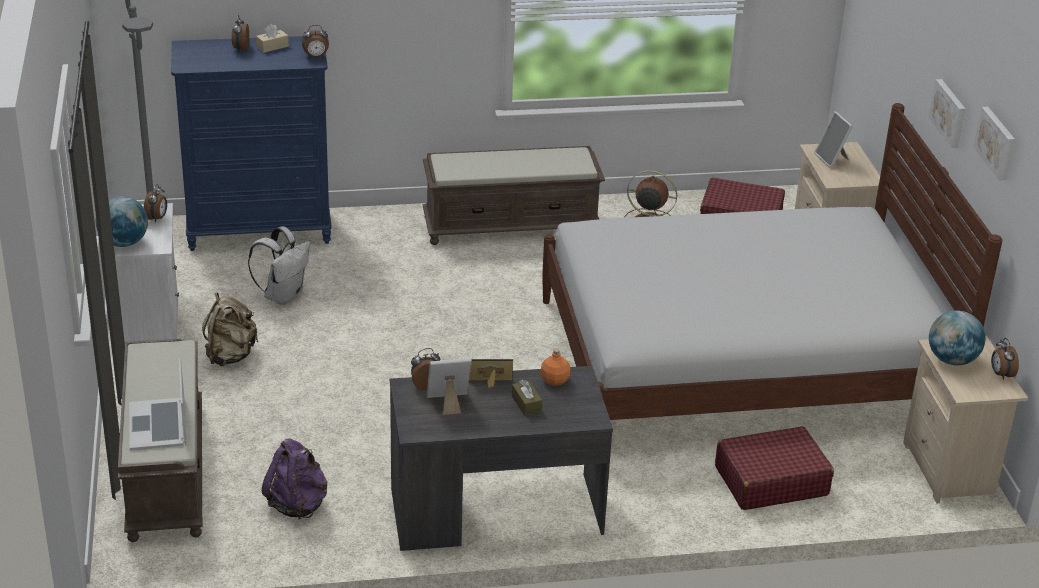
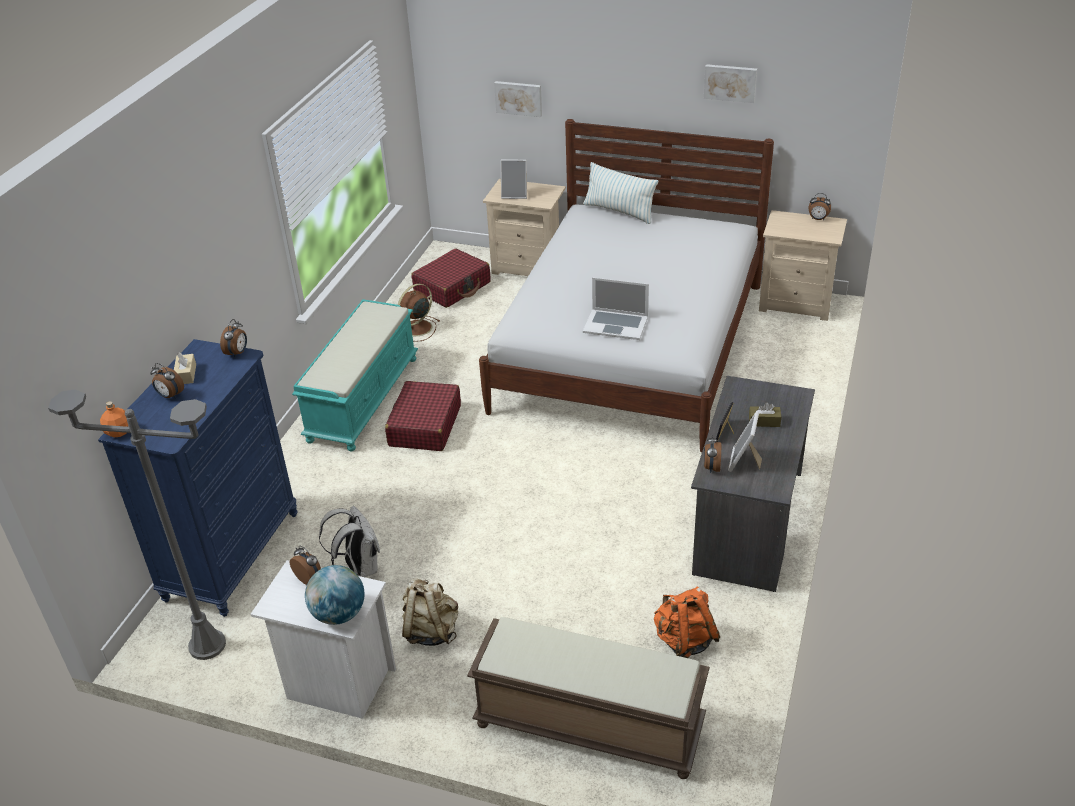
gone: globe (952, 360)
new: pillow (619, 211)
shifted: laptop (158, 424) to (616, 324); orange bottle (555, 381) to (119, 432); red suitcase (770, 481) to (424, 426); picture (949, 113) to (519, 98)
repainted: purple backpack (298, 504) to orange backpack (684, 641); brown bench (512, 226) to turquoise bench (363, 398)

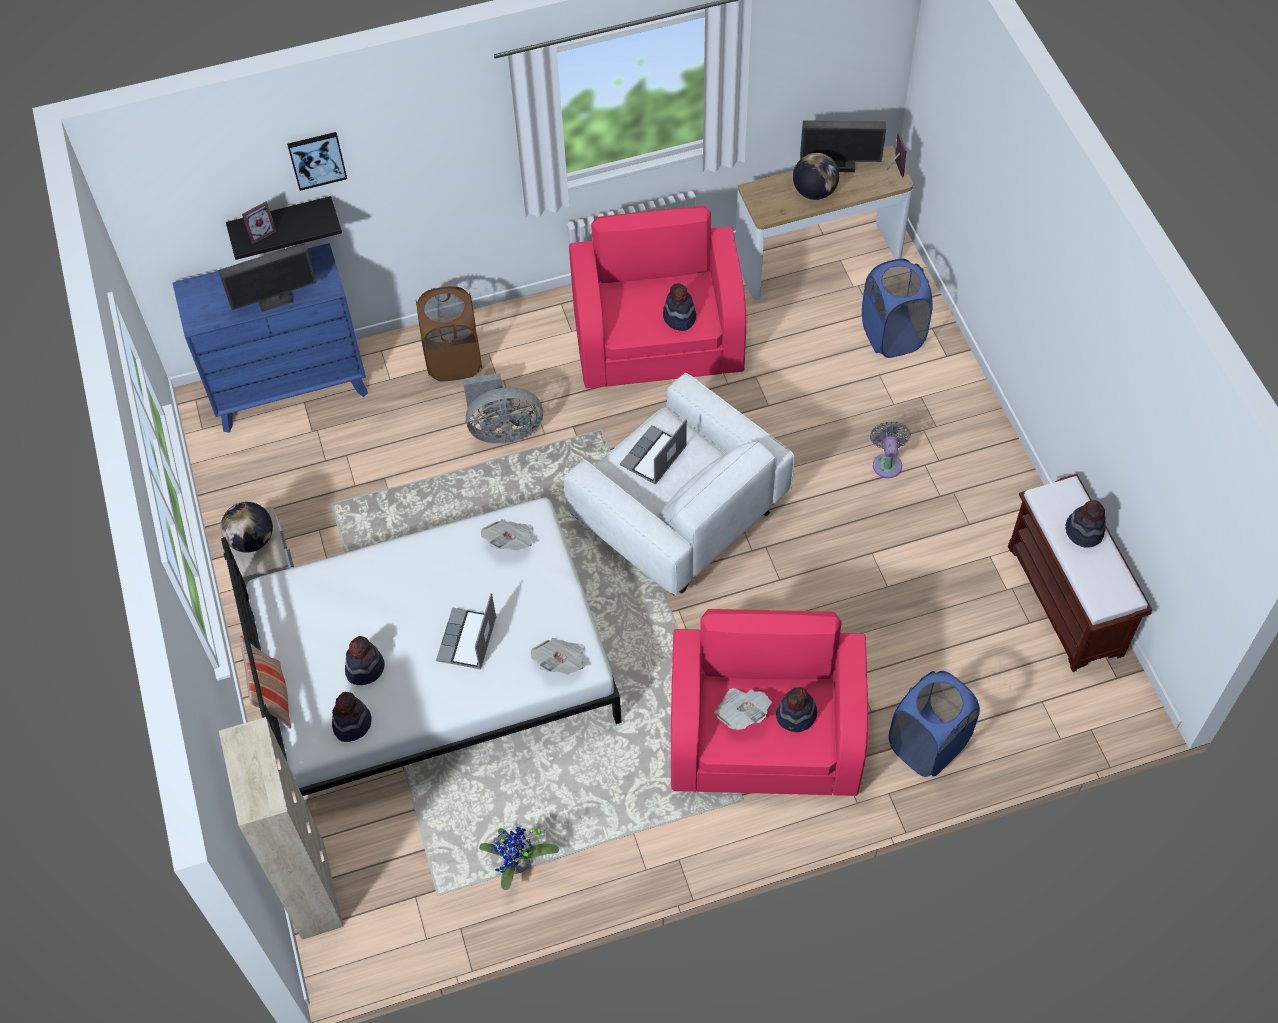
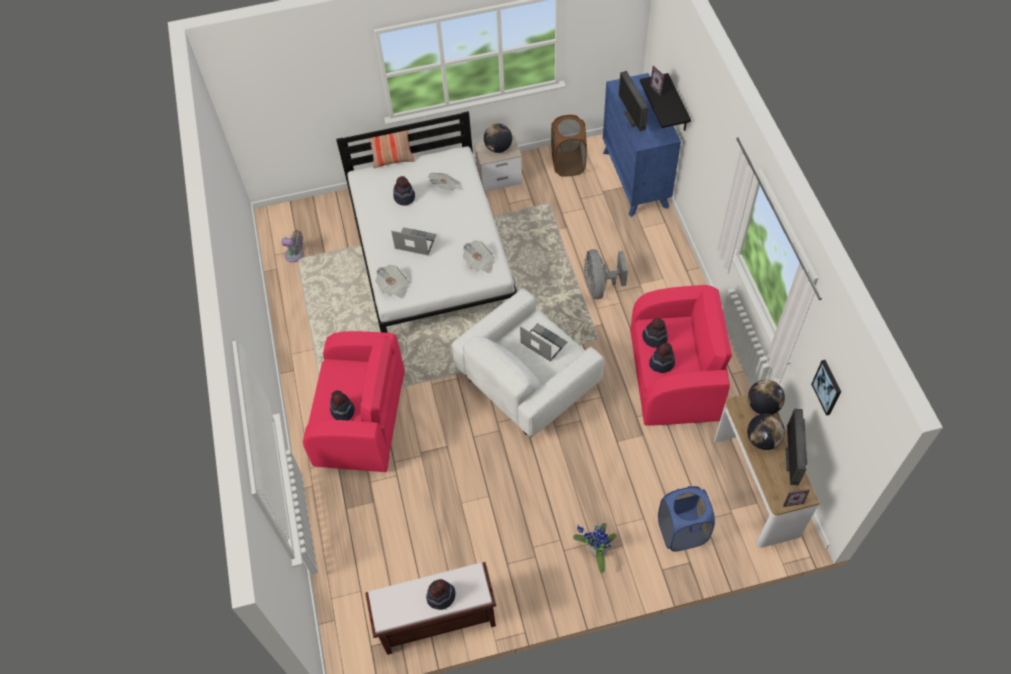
gone: beige cabinet (313, 890); blue laundry basket (927, 745)
new: globe (763, 405)
shifted: picture (317, 159) to (827, 387); hat (351, 724) to (654, 338); brown laundry basket (454, 360) to (568, 164); potted plant (517, 866) to (596, 550); newspaper (742, 713) to (445, 186); grey fan (887, 462) to (295, 255)

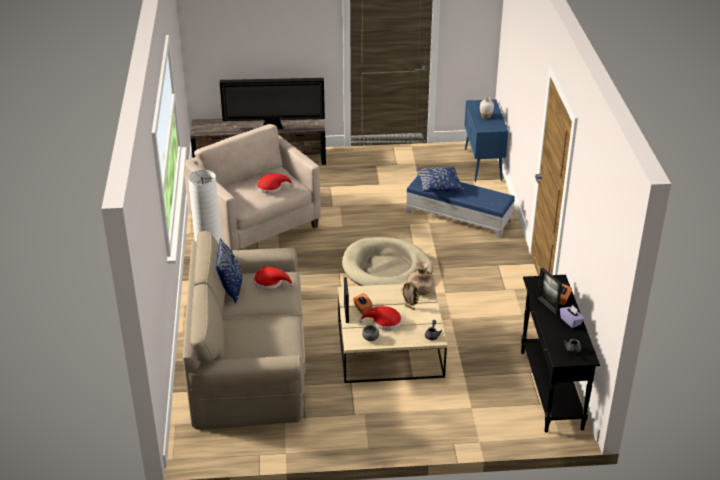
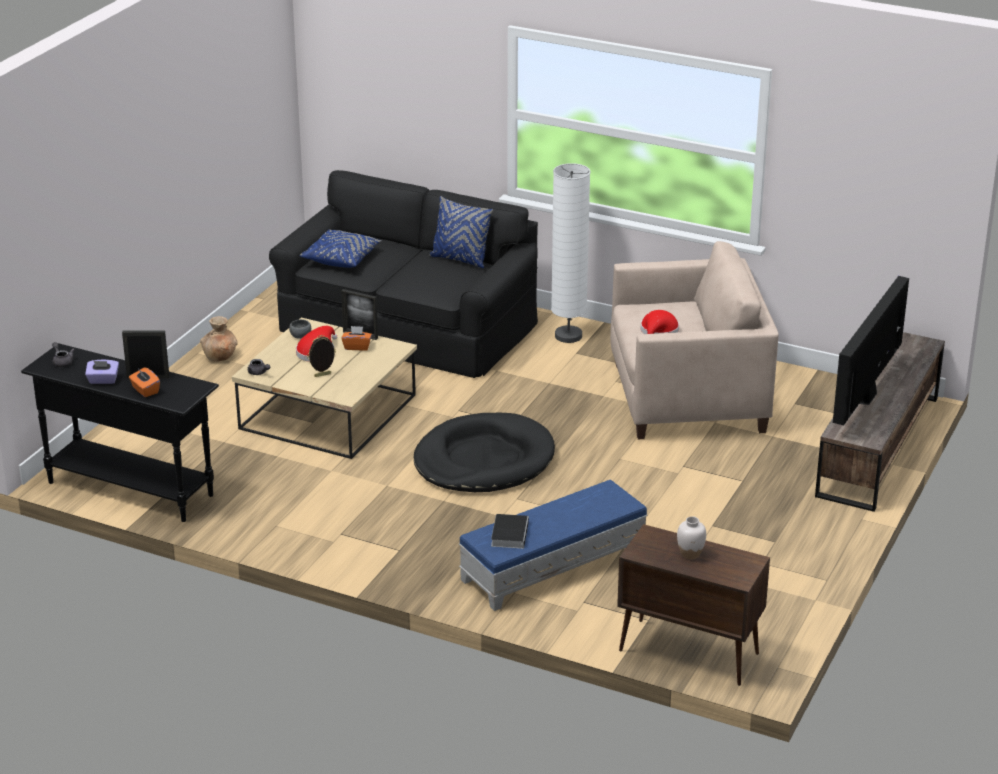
gone: red hat (270, 282)
new: book (509, 533)
shifted: brown vase (421, 290) to (220, 357); blue pillow (439, 186) to (341, 258)
repainted: beige sofa (249, 360) to black sofa (408, 326); beige dog bed (387, 269) to black dog bed (484, 460); blue cabinet (483, 165) to brown cabinet (687, 652)

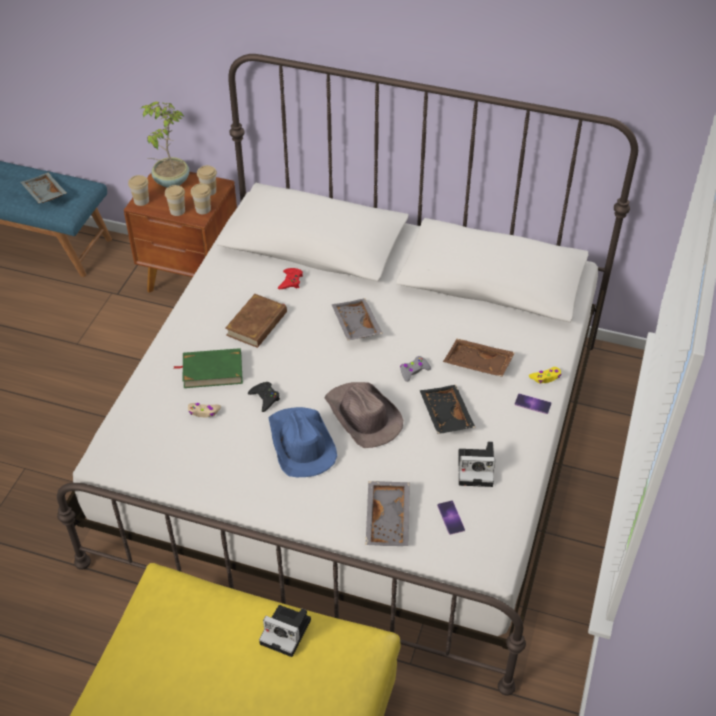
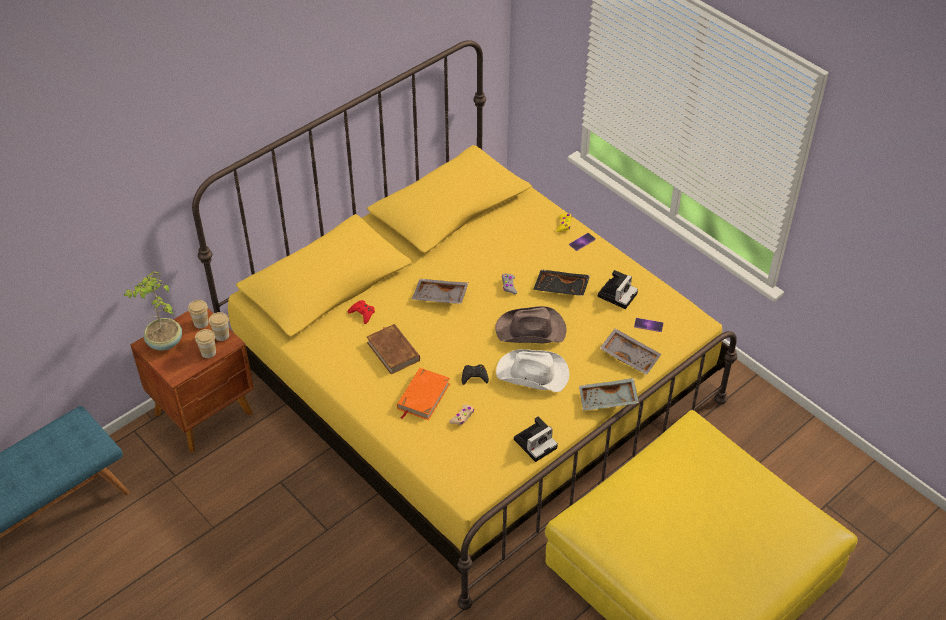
gone: cup (141, 201); brown tray (477, 364)
shifted: grey tray (44, 194) to (608, 400); photo camera (287, 632) to (536, 442)
repainted: white bed (357, 446) to yellow bed (472, 386); green book (212, 371) to orange book (423, 396); blue hat (301, 444) to white hat (533, 374)

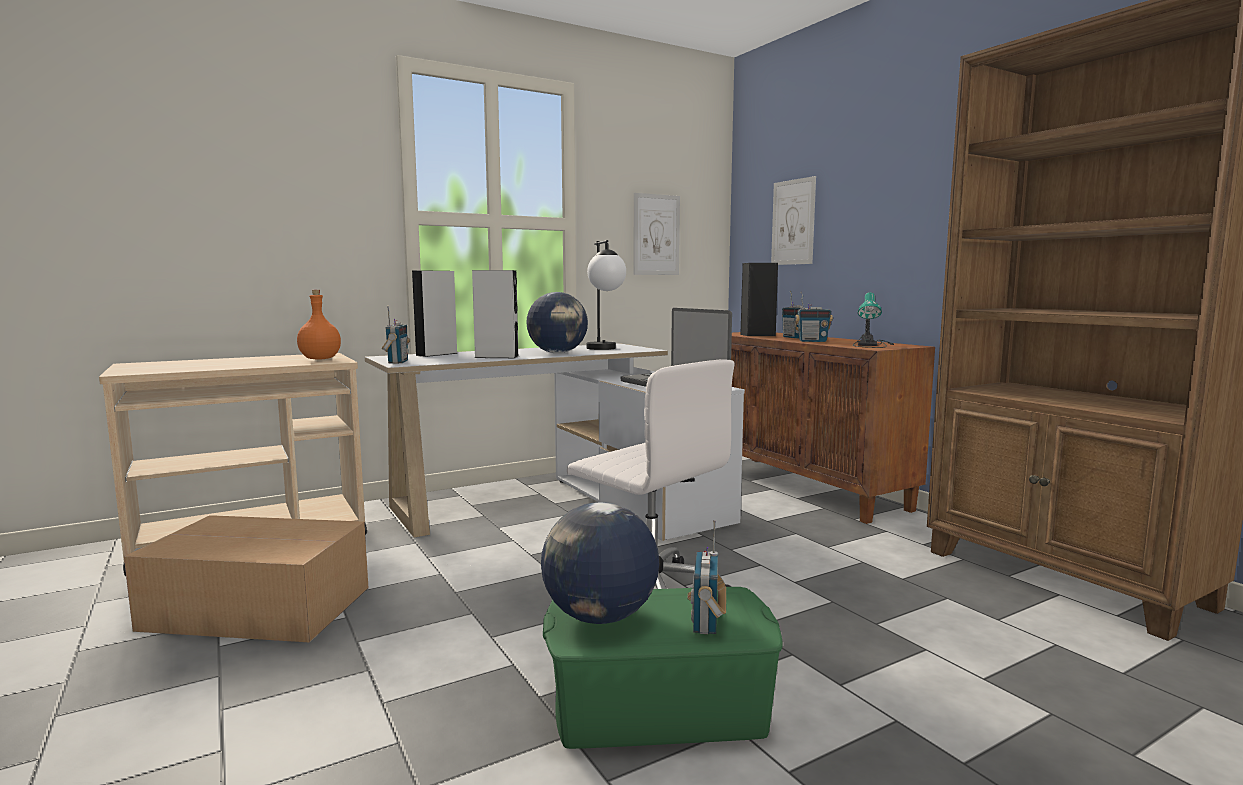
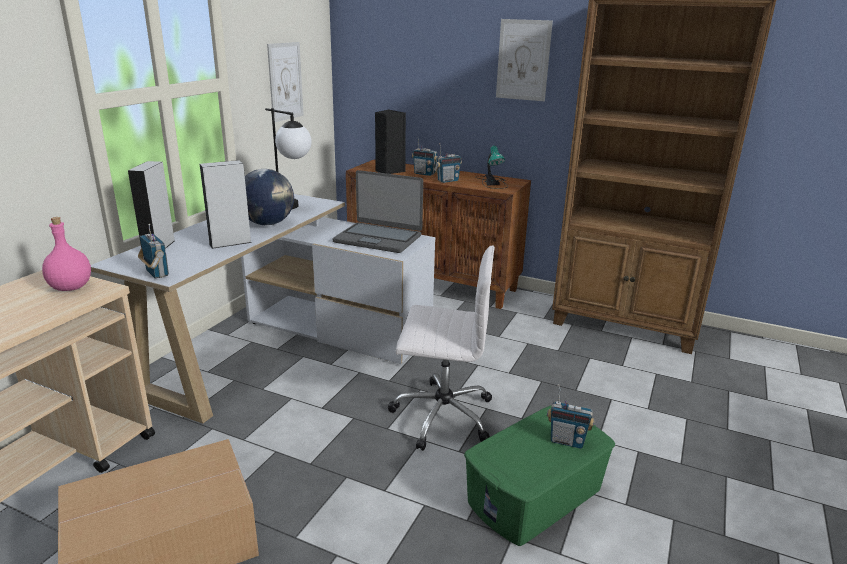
gone: globe (600, 617)
shifted: picture (793, 222) to (523, 60)
repainted: orange bottle (320, 359) to pink bottle (72, 287)
rotated: radio (706, 623) = (567, 441) 45 degrees counterclockwise

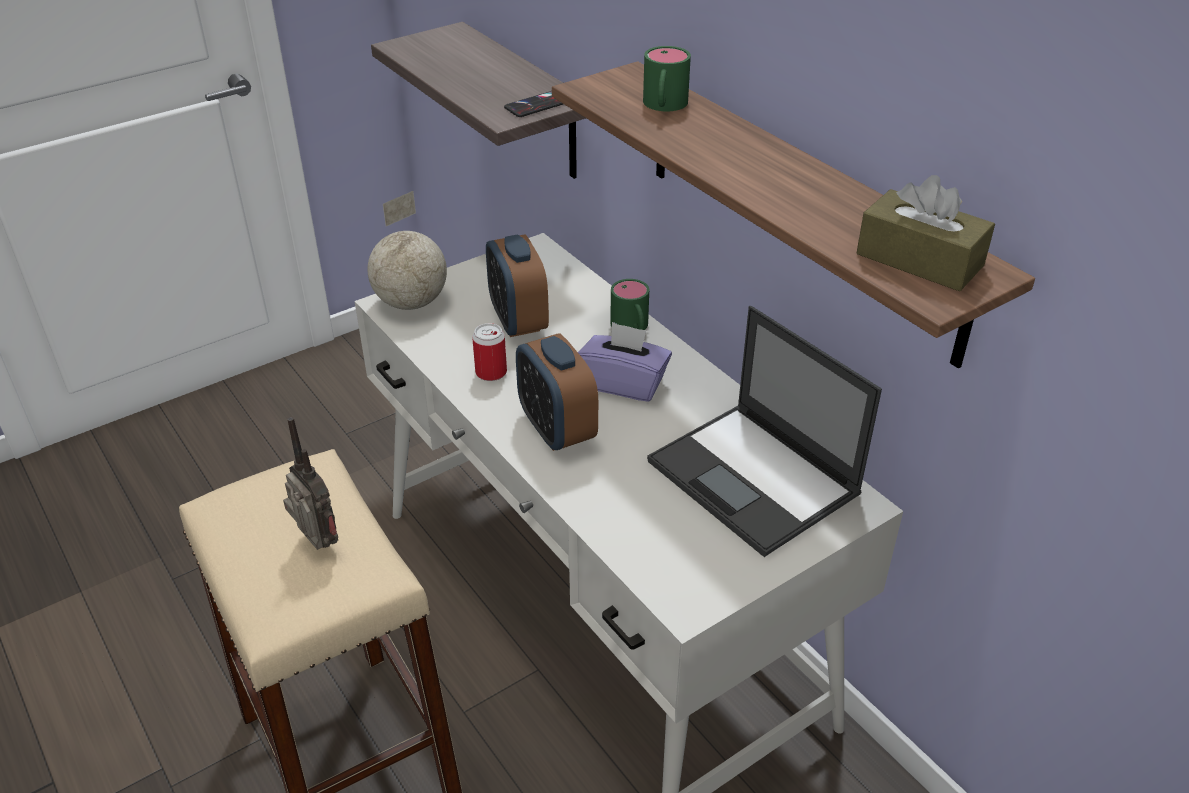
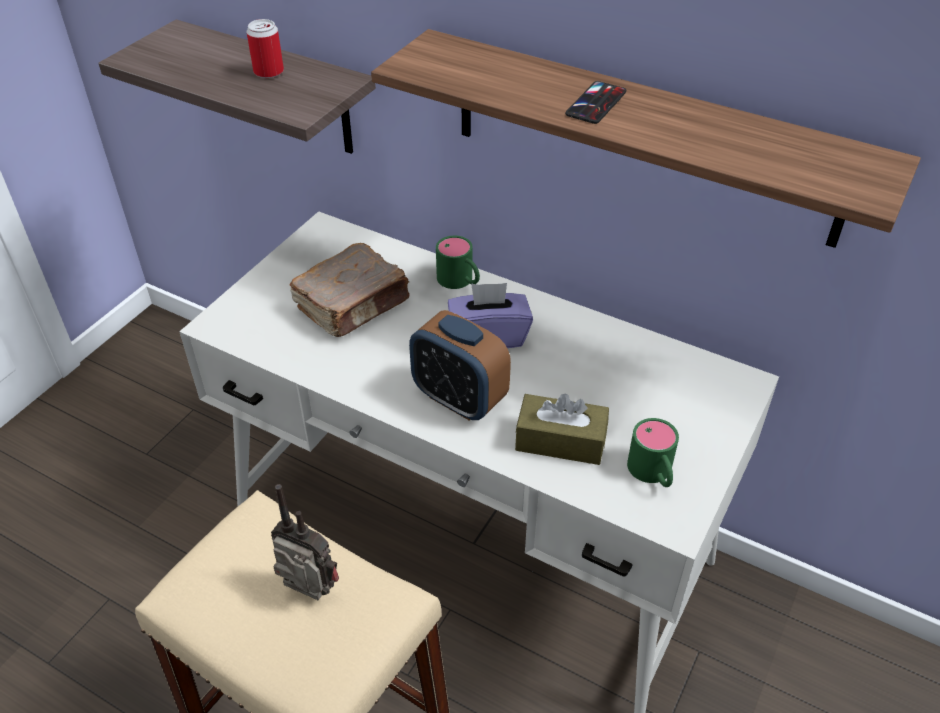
gone: globe (412, 302); laptop (755, 479)
shifted: can (491, 372) to (268, 72); phone (537, 105) to (596, 103); green mug (664, 106) to (653, 474); brown tissue box (919, 260) to (560, 441)
swapped: alarm clock (518, 321) to brown book (353, 304)

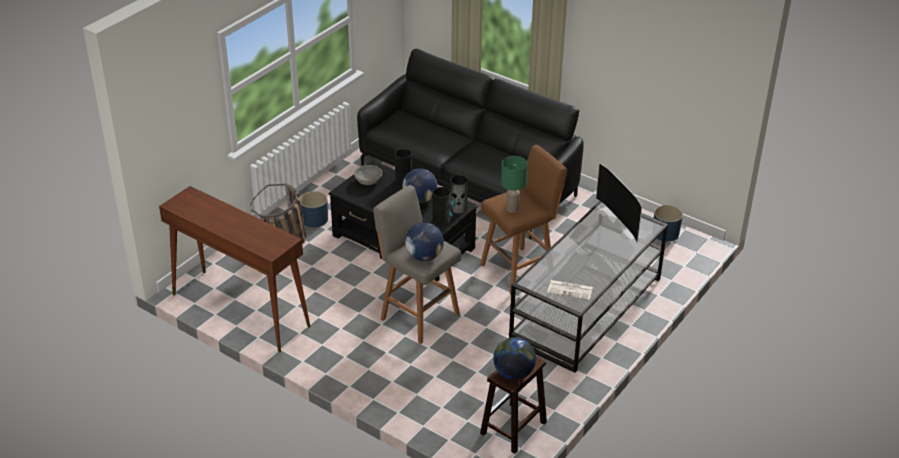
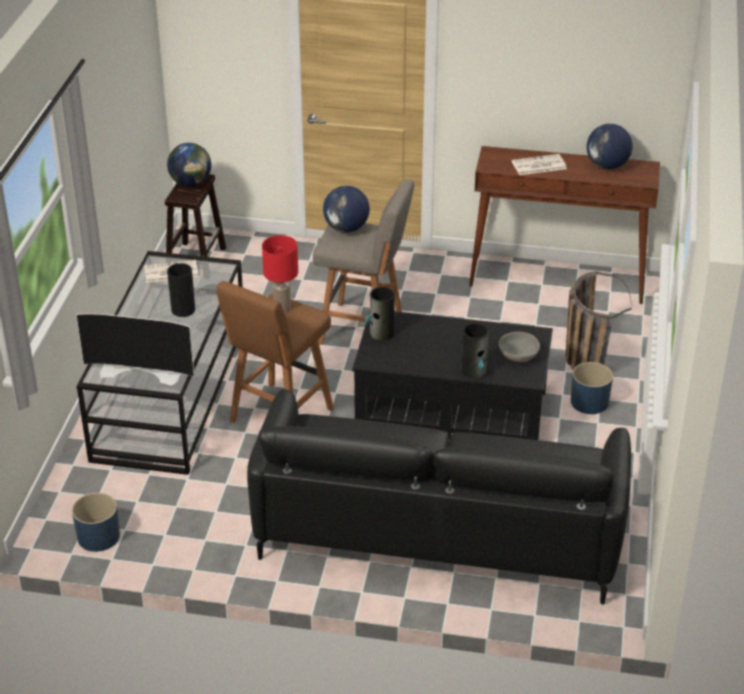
new: newspaper (538, 165)
shifted: globe (420, 199) to (607, 166); vase (458, 208) to (183, 309)
repainted: green table lamp (512, 209) to red table lamp (283, 308)
rotated: television (620, 222) = (142, 370) 150 degrees clockwise

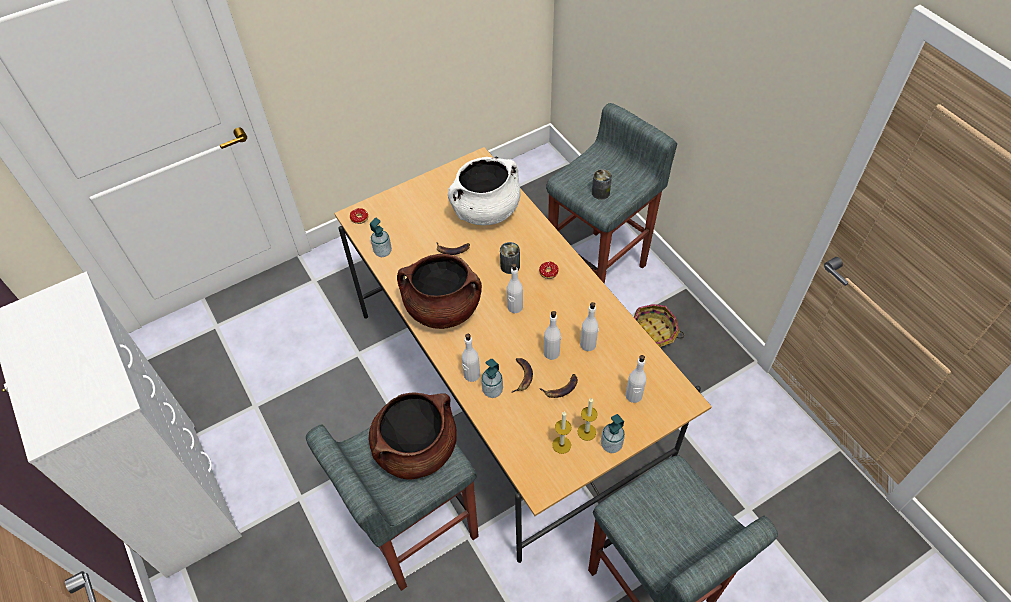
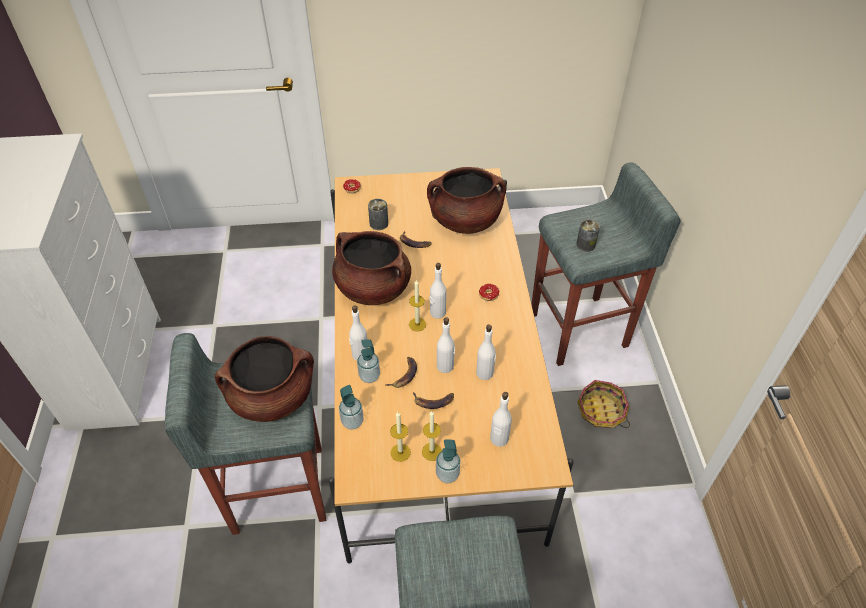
new: candle (417, 324)
shifted: soap dispenser (383, 252) to (352, 421); can (510, 266) to (379, 223)
repainted: white cooking pot (485, 211) to brown cooking pot (465, 221)

